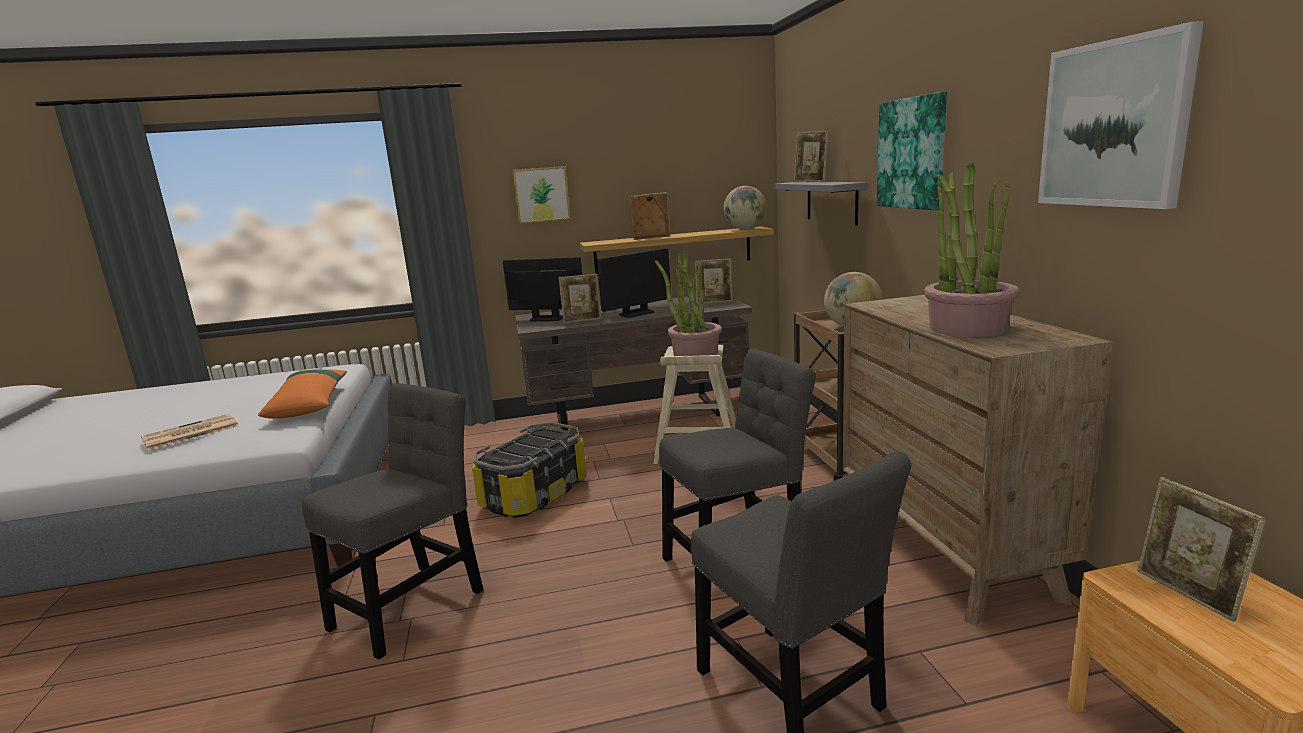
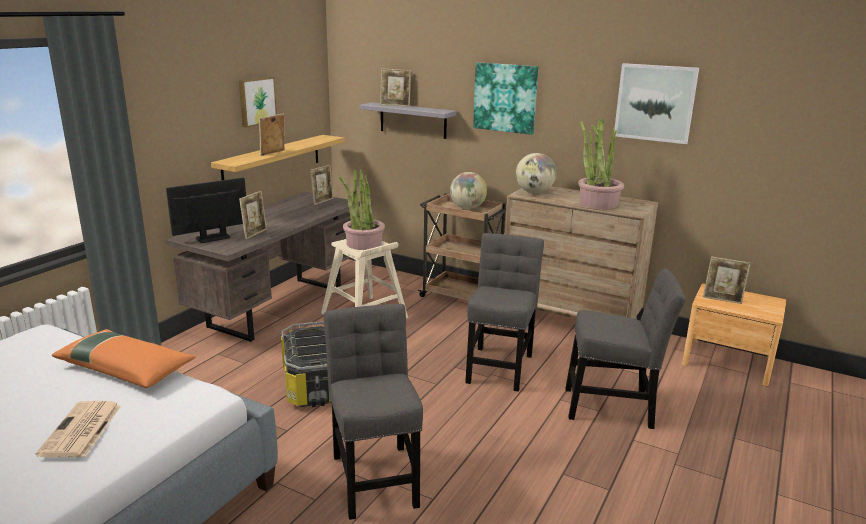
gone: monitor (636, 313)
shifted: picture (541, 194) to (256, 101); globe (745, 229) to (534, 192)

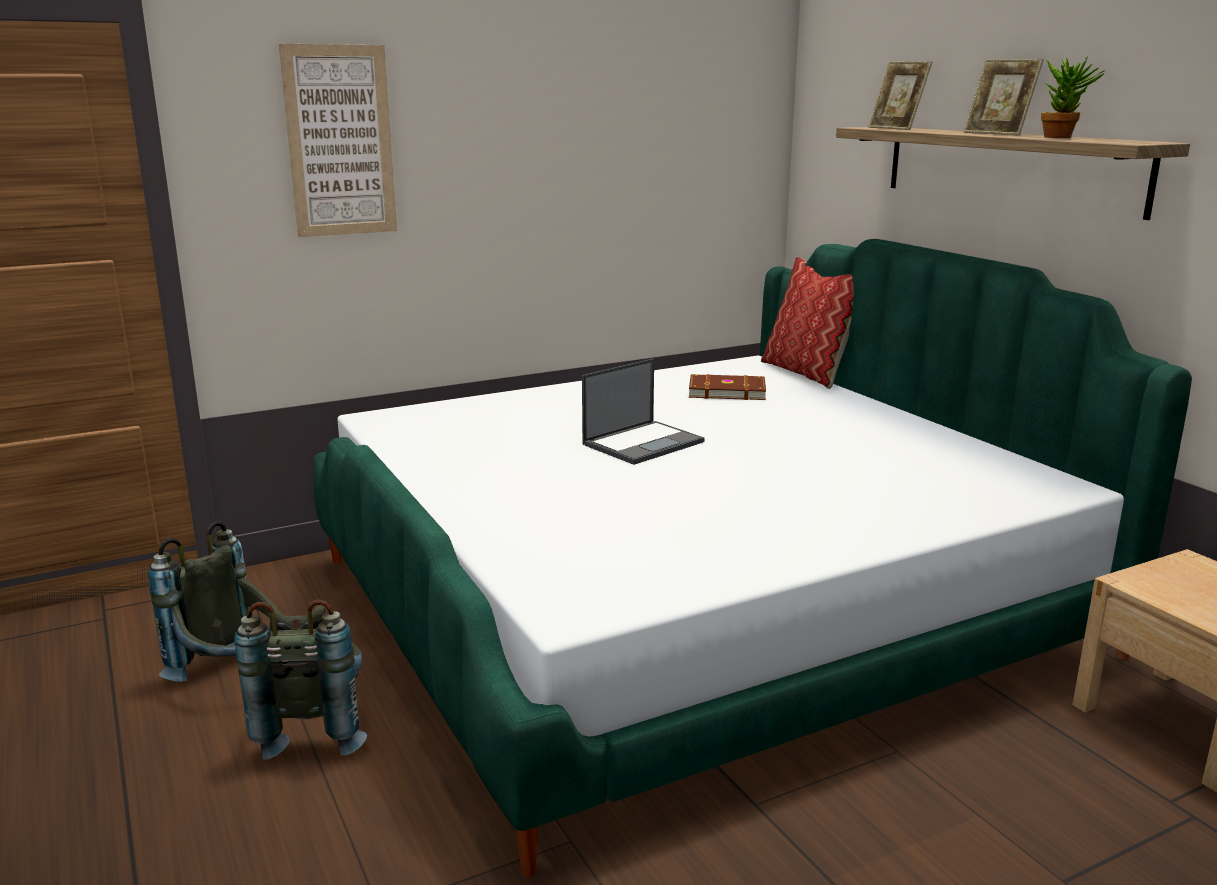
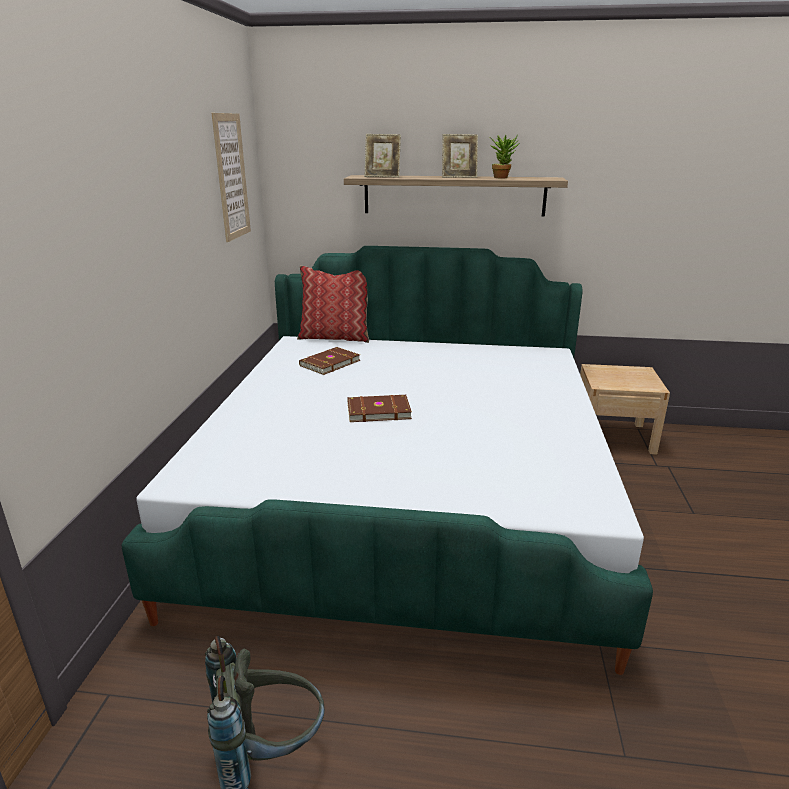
gone: grey backpack (314, 728)
shifted: picture (340, 141) to (231, 177)
swapped: laptop (644, 443) to brown book (378, 410)

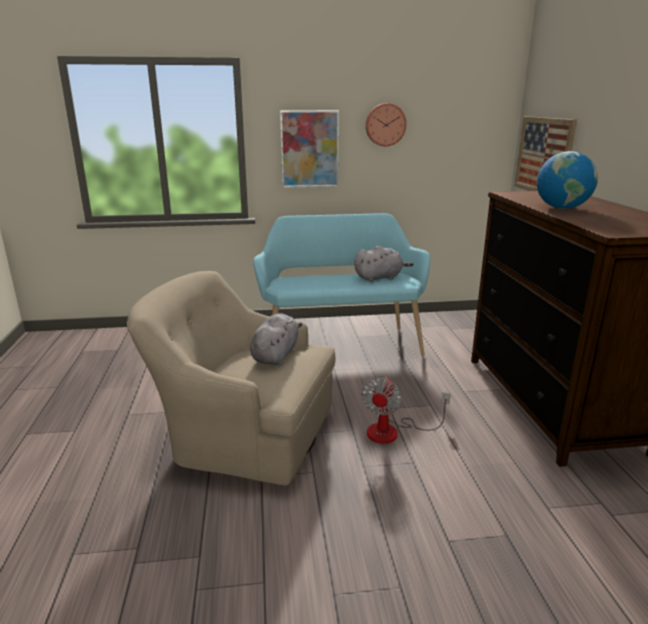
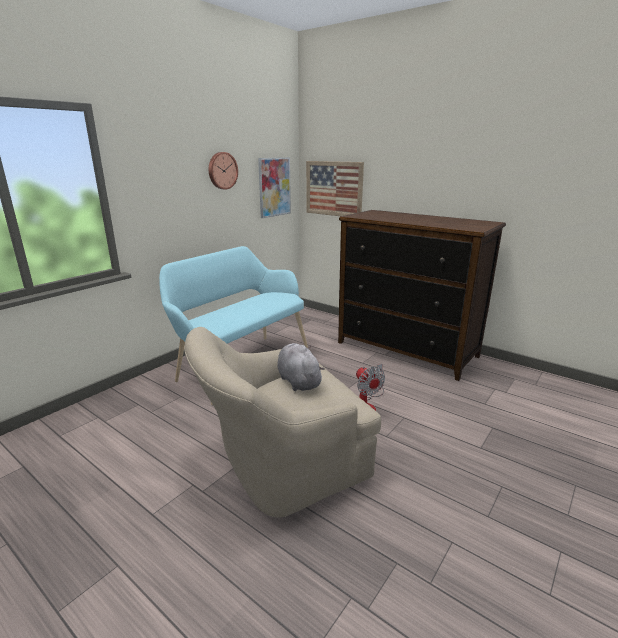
gone: grey plush toy (380, 277); globe (562, 208)
shifted: picture (309, 149) to (274, 187)

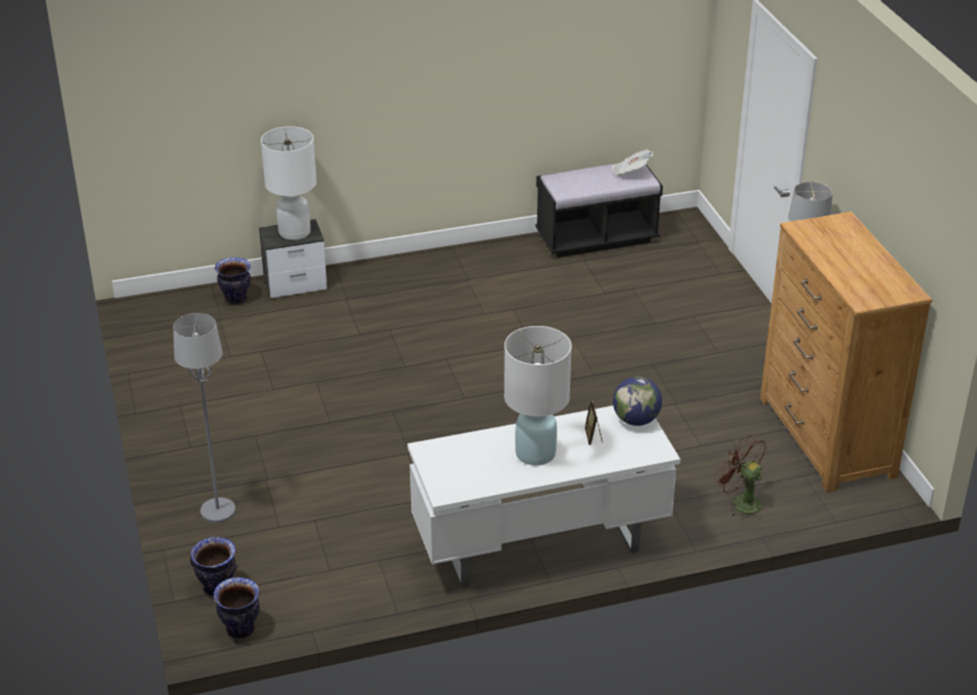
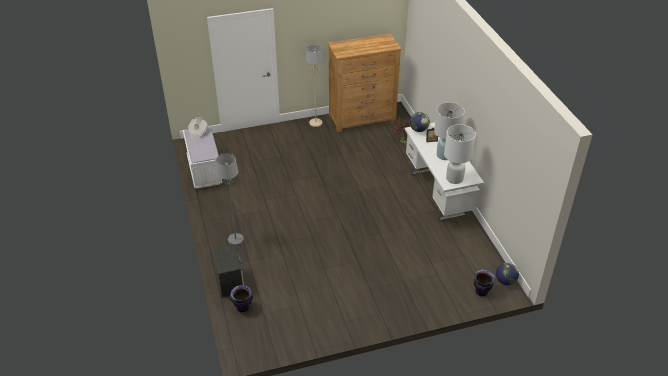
shifted: grey floor lamp (218, 511) to (235, 239); white table lamp (294, 232) to (454, 179)
swapped: vase (241, 629) to globe (505, 281)
repainted: black bench (596, 238) to white bench (204, 171)

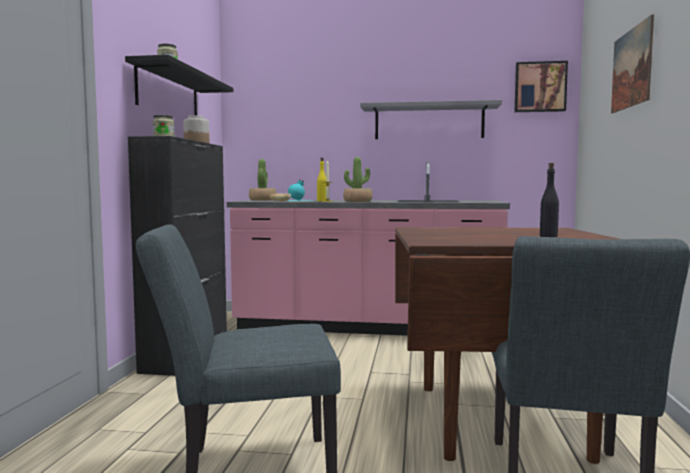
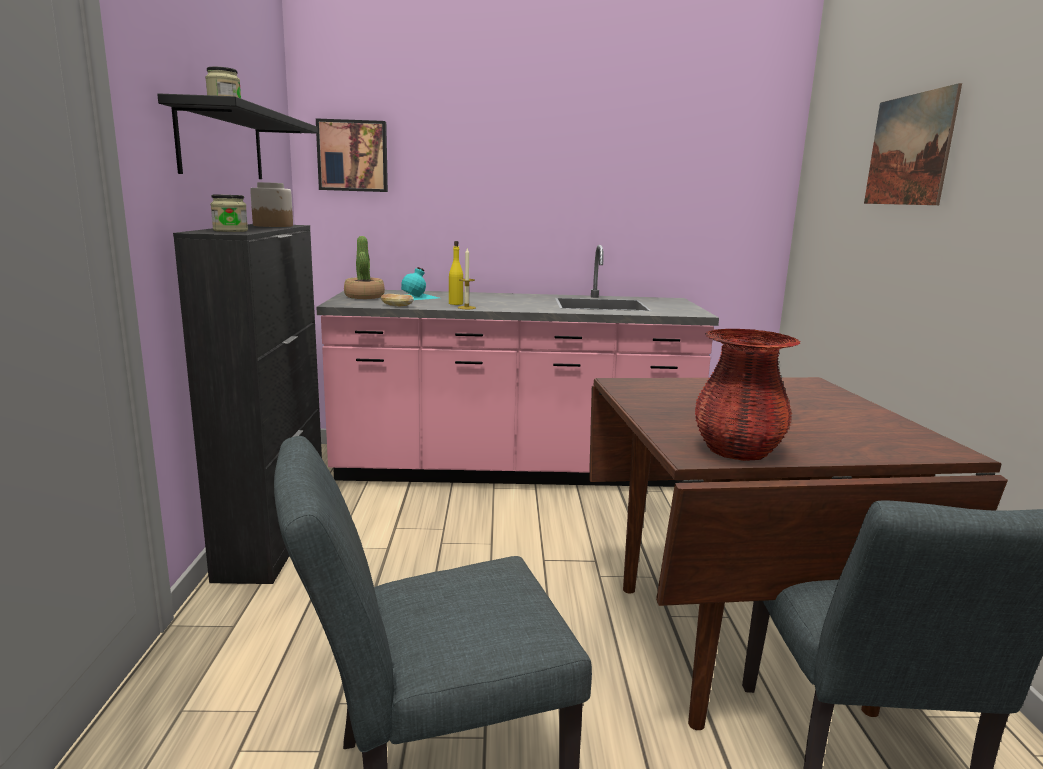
gone: potted plant (357, 201); grey shelf (429, 122); black bottle (548, 236)
new: red vase (737, 451)
shifted: picture (540, 87) to (353, 156)

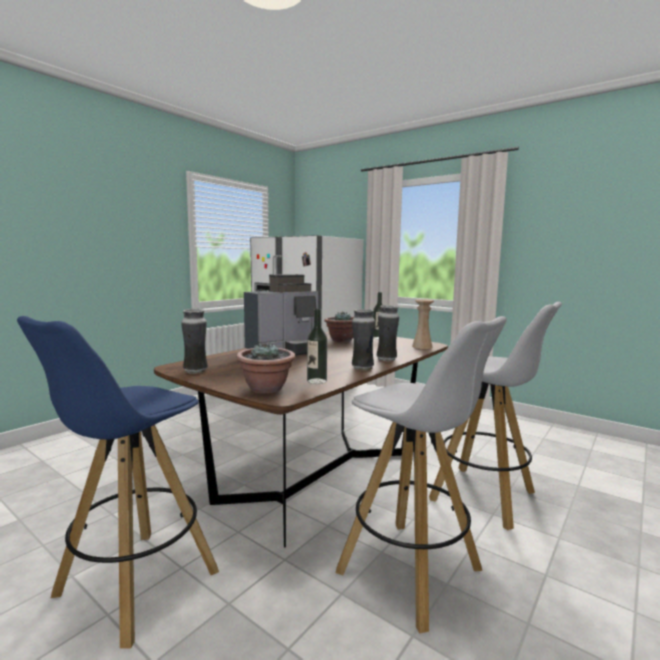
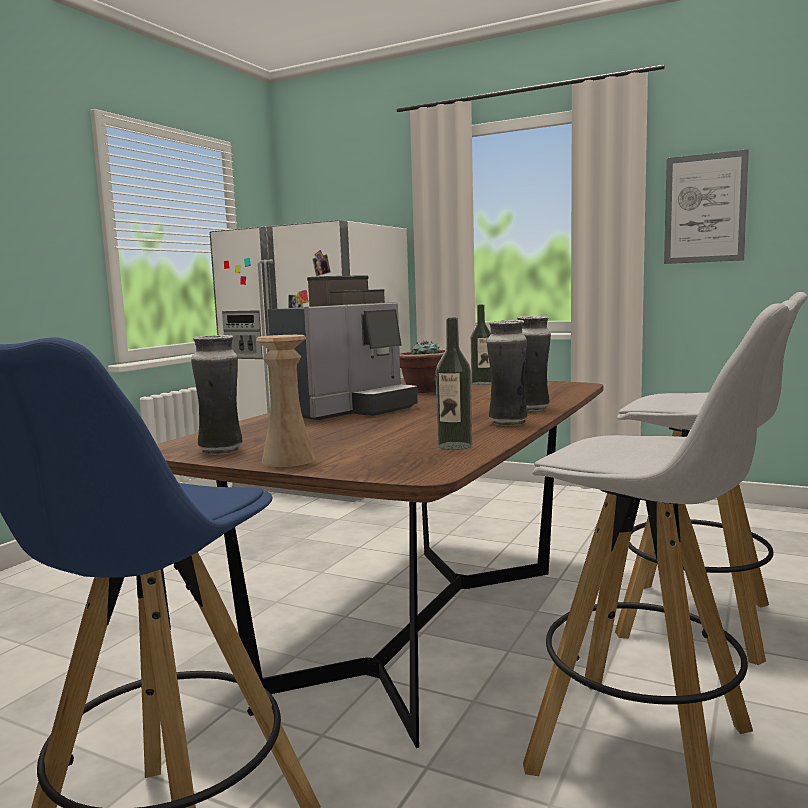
gone: potted plant (266, 389)
new: picture (705, 208)
shifted: beige vase (422, 347) to (288, 460)

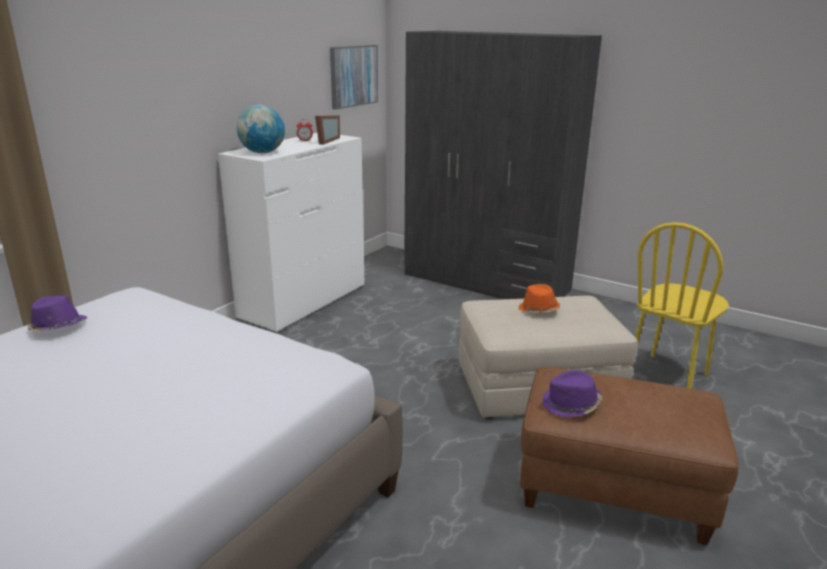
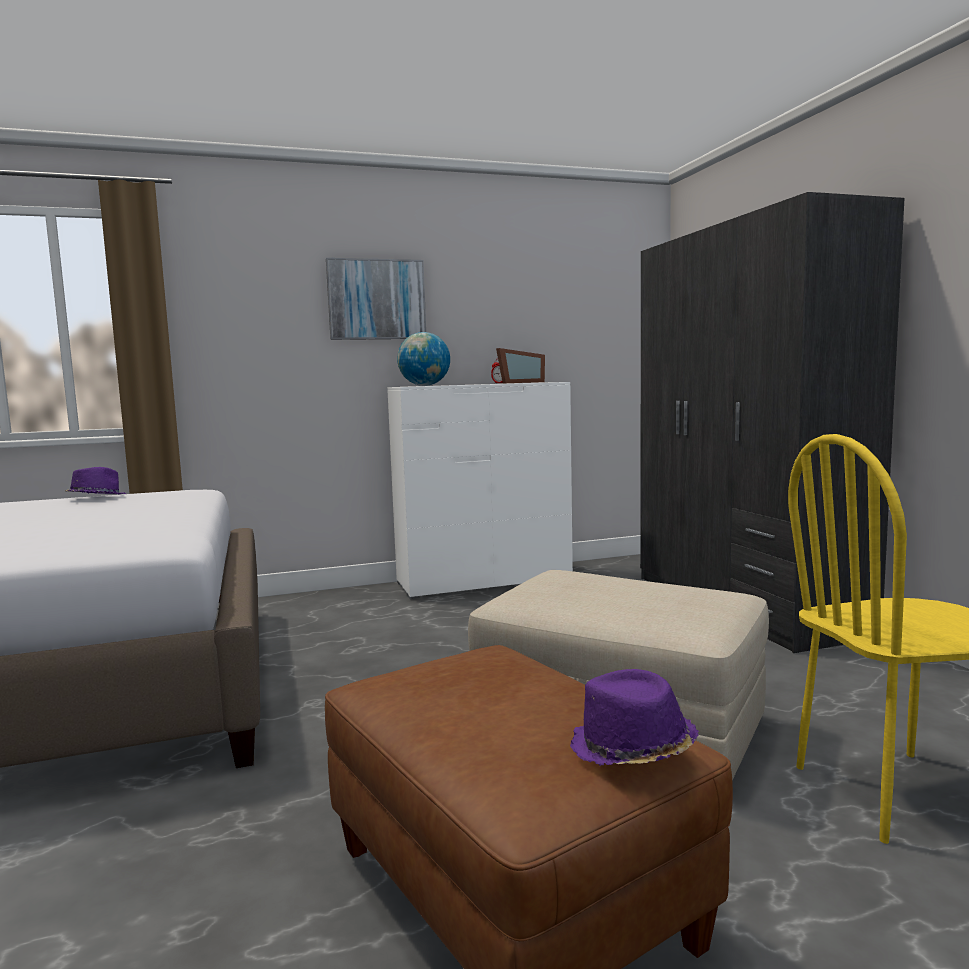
gone: orange hat (538, 310)
shifted: picture (353, 76) to (376, 299); purple hat (571, 405) to (631, 750)

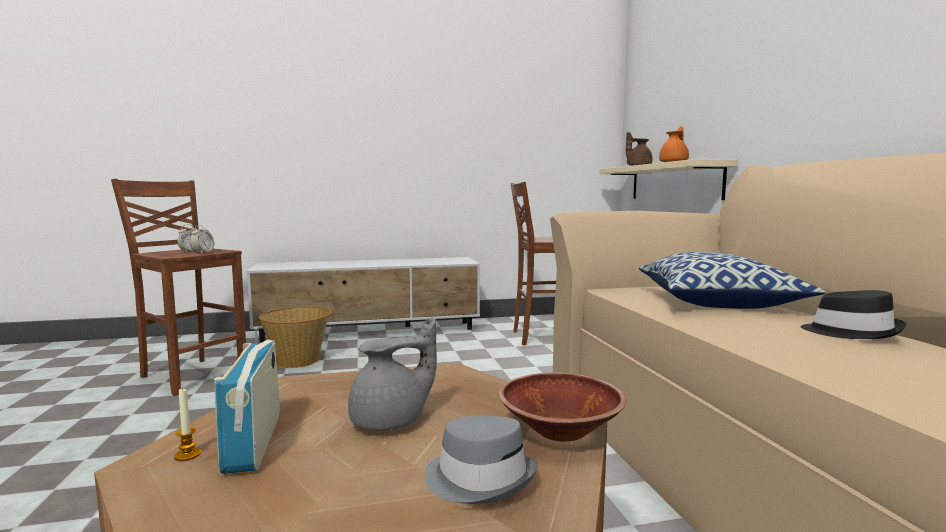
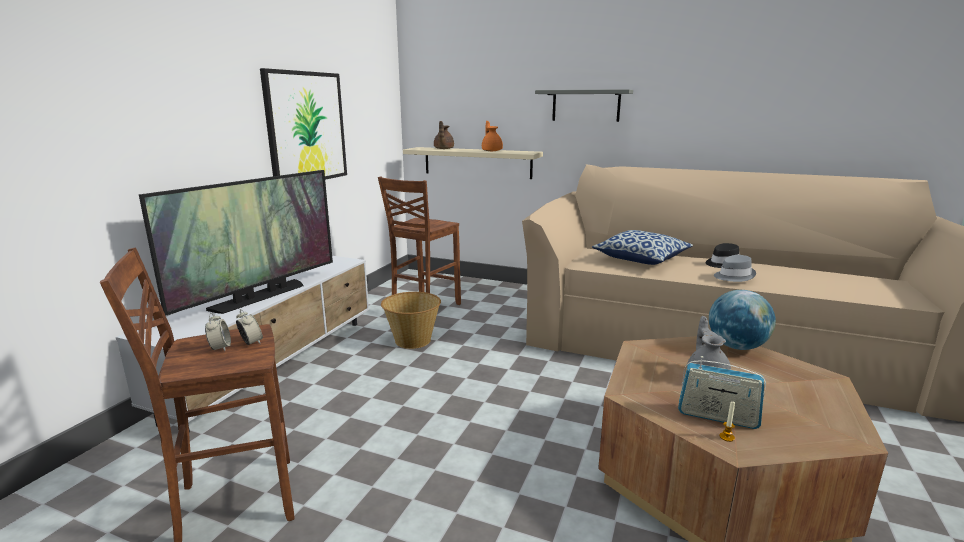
new: television (259, 297); picture (306, 128); grey shelf (586, 105)
shifted: basket (298, 360) to (412, 340); grey hat (480, 478) to (733, 276)
swapped: brown bowl (560, 430) to globe (736, 346)

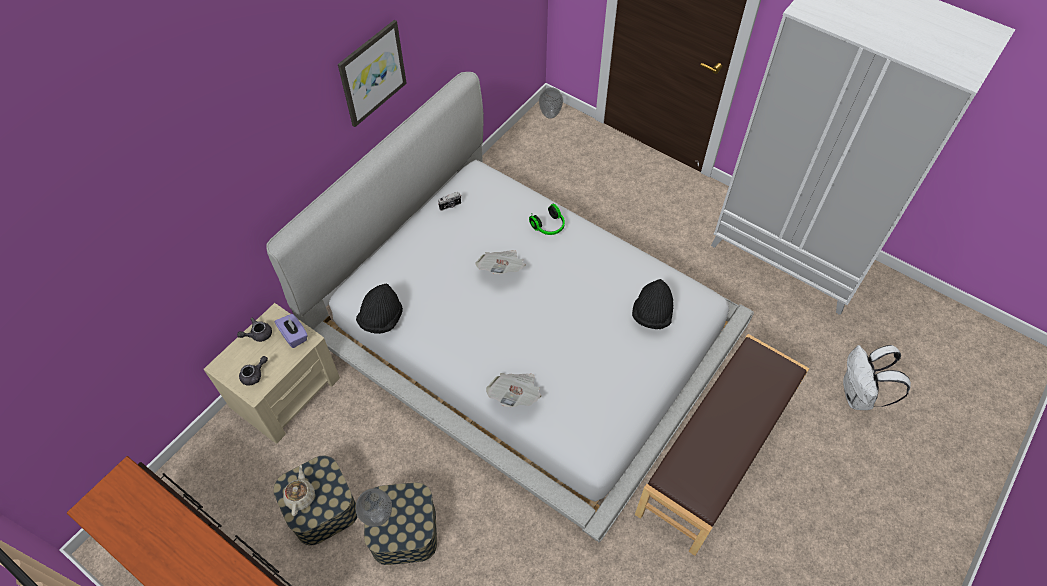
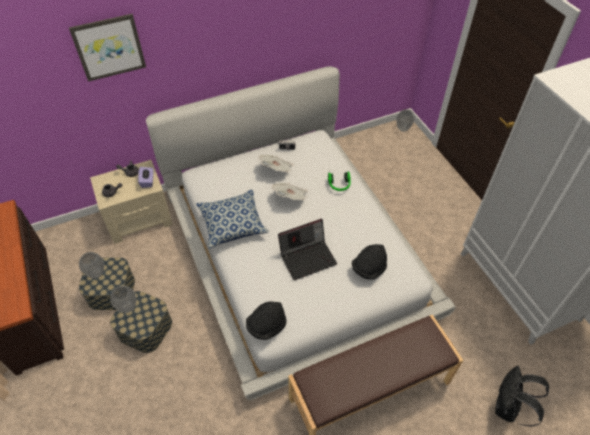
new: pillow (232, 224); laptop (308, 257)
shifted: picture (372, 73) to (109, 47); black hat (381, 319) to (266, 326); newspaper (515, 395) to (277, 169)
swapped: beige teapot (300, 496) to vase (96, 274)
repainted: white backpack (858, 396) to black backpack (508, 408)

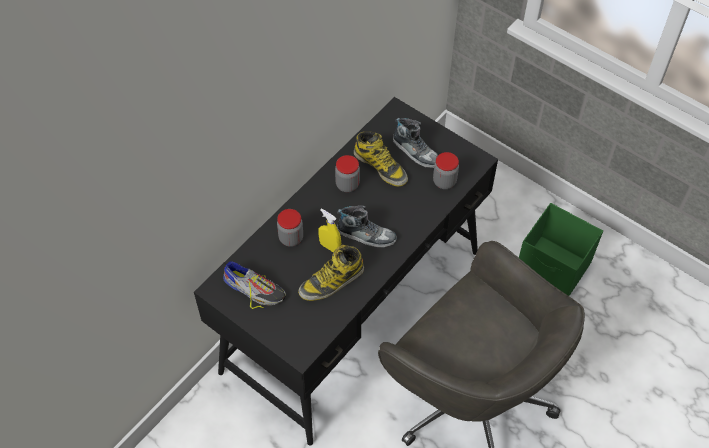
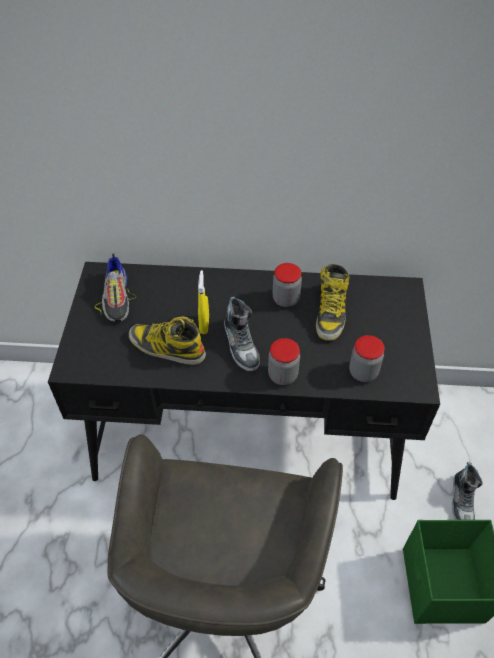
shifted: jar (291, 238) to (282, 375); shoe (416, 151) to (462, 501)

